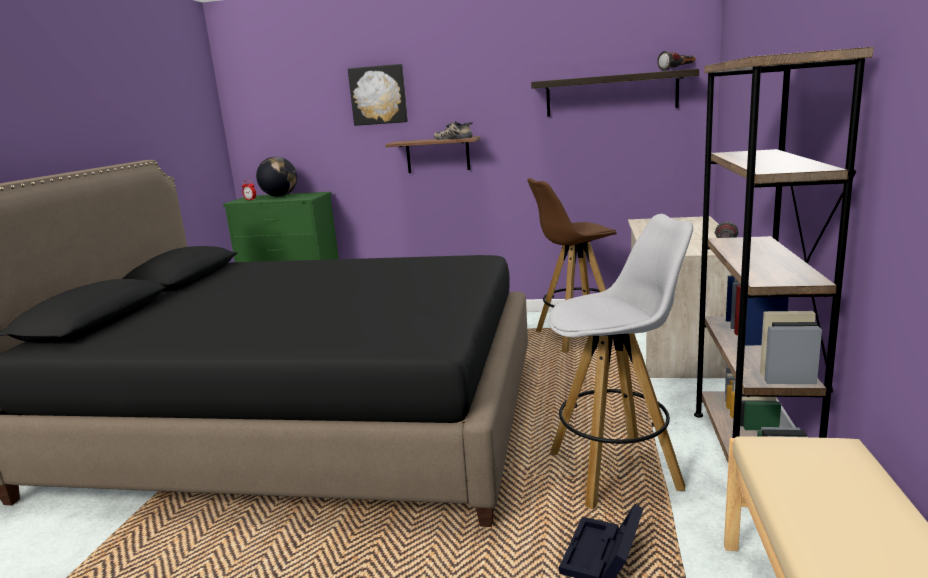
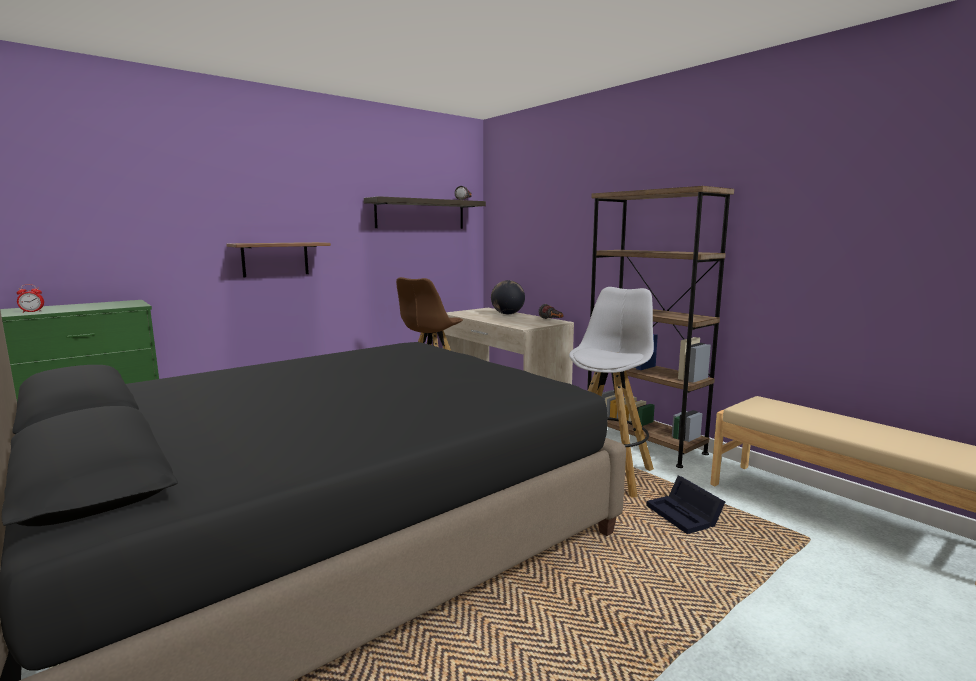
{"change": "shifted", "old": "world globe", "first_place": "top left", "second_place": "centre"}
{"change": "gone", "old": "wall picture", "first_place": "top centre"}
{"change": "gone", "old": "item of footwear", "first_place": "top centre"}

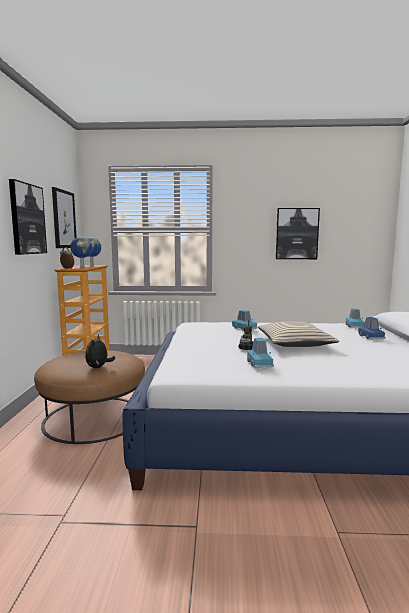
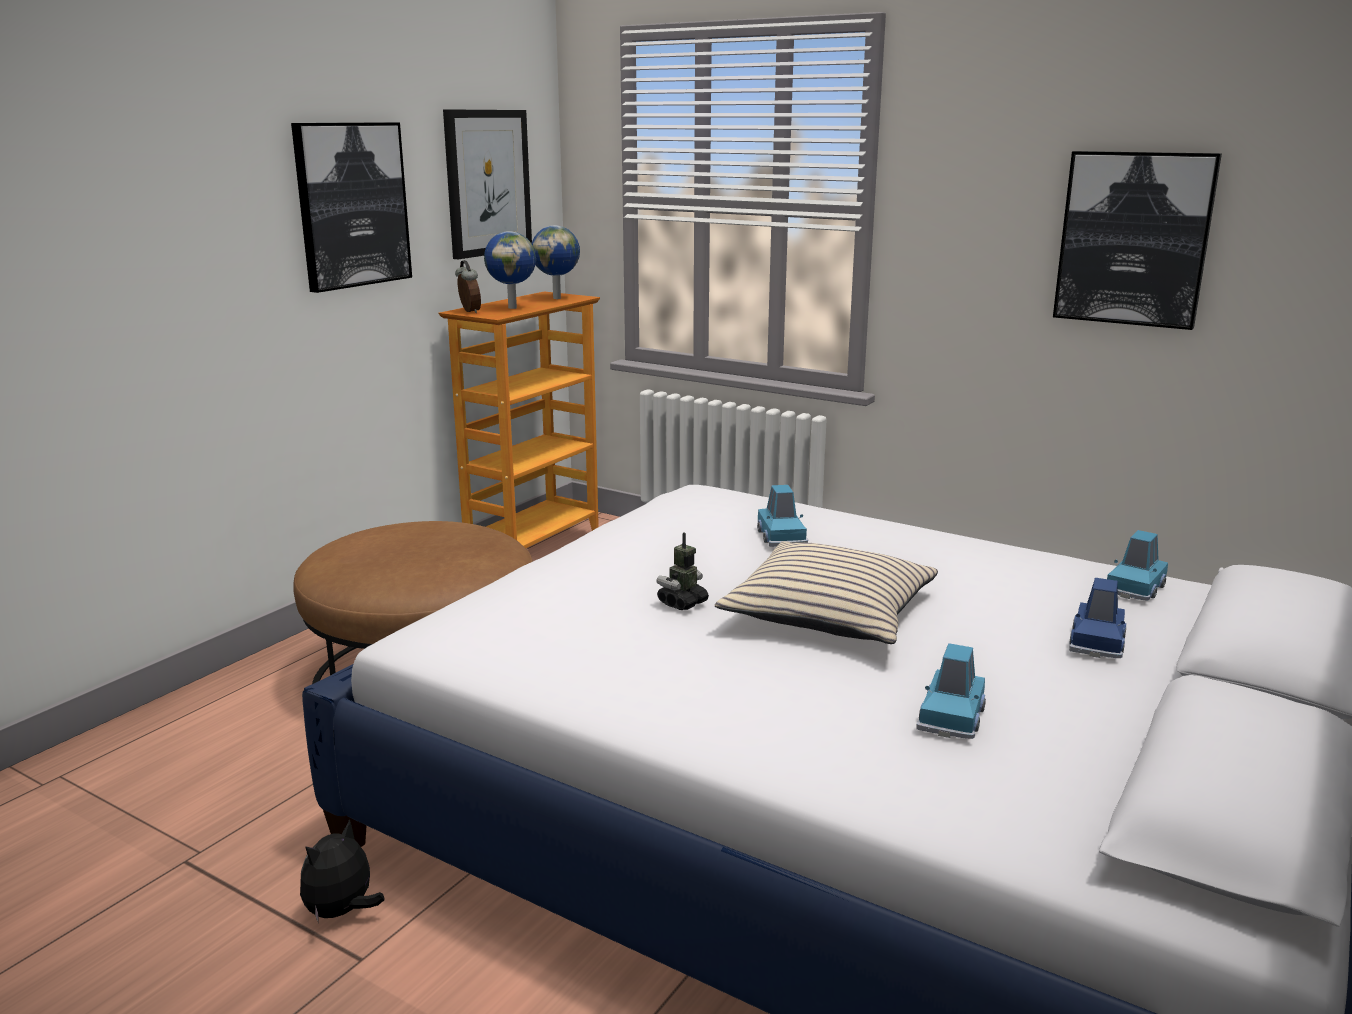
{"change": "shifted", "old": "plush toy", "first_place": "middle left", "second_place": "bottom left"}
{"change": "shifted", "old": "miniature car/blue-coloured (no. 2 from left)", "first_place": "centre", "second_place": "bottom right"}

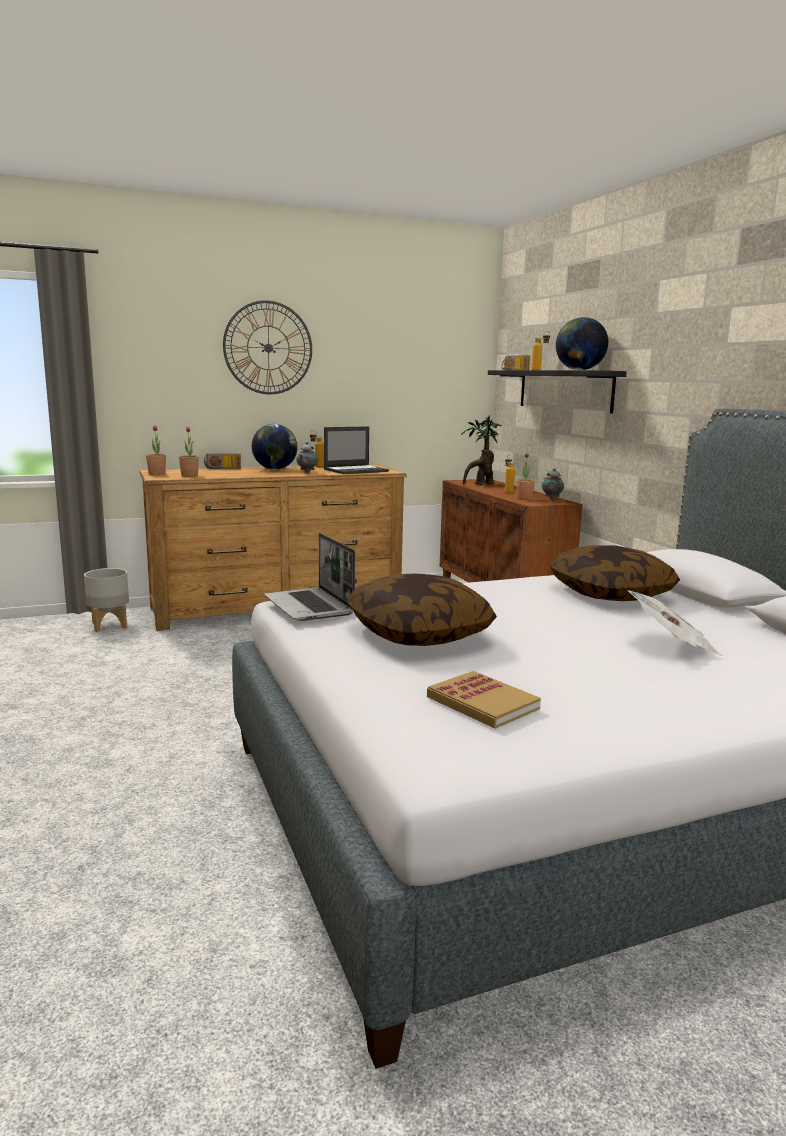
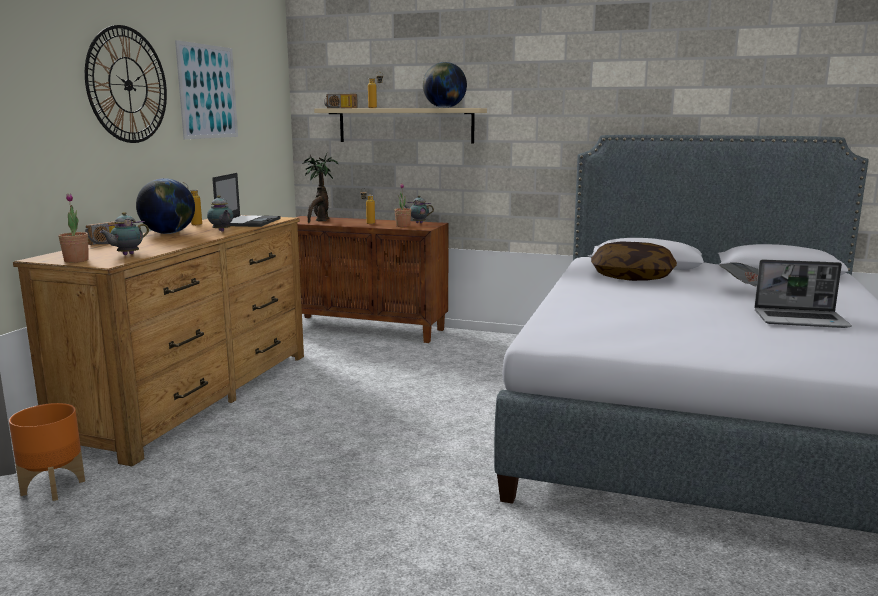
{"change": "repainted", "old": "plant pot/grey", "new": "plant pot/orange", "first_place": "middle left", "second_place": "bottom left"}
{"change": "swapped", "old": "plant in a pot (no. 2 from left)", "new": "pot for tea (no. 1 from left)", "first_place": "middle left", "second_place": "middle left"}
{"change": "shifted", "old": "portable computer (no. 1 from left in the first image)", "new": "portable computer (no. 2 from left)", "first_place": "centre", "second_place": "middle right"}
{"change": "gone", "old": "pillow (no. 1 from left)", "first_place": "centre"}
{"change": "gone", "old": "volume", "first_place": "centre"}
{"change": "repainted", "old": "bracket shelf/blackish", "new": "bracket shelf/beige-coloured", "first_place": "middle right", "second_place": "top centre"}
{"change": "new", "new": "wall picture", "second_place": "top left"}

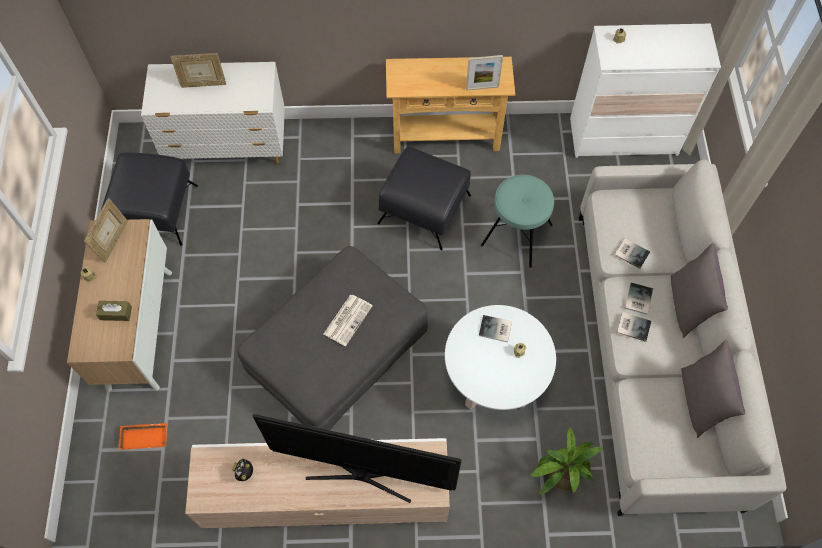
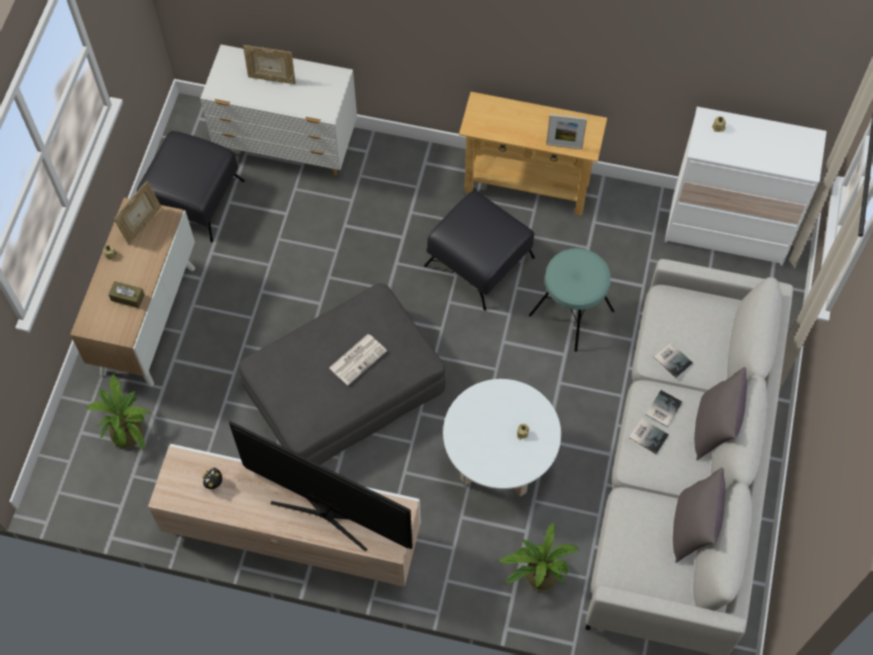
{"change": "swapped", "old": "carrying tray/orange", "new": "plant in a pot (no. 1 from left)", "first_place": "bottom left", "second_place": "middle left"}
{"change": "gone", "old": "volume (no. 1 from left)", "first_place": "centre"}

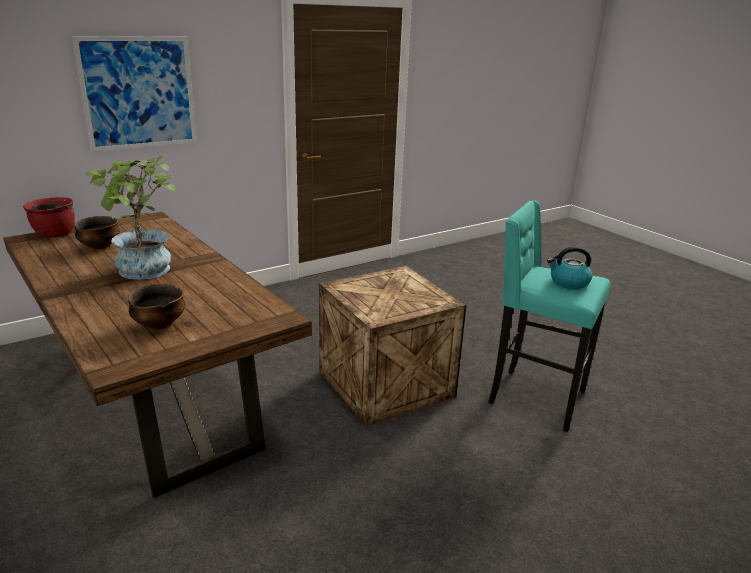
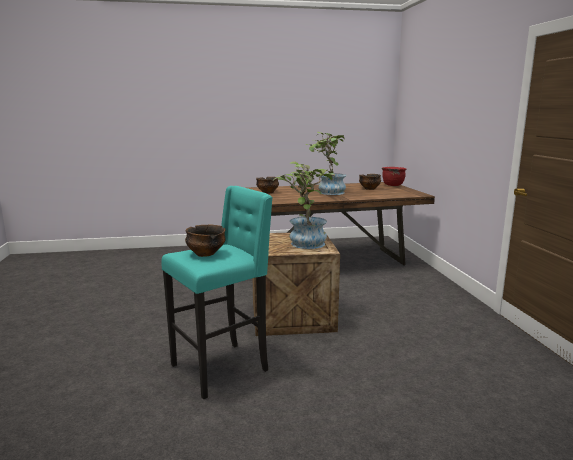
{"change": "gone", "old": "wall picture", "first_place": "top left"}
{"change": "swapped", "old": "tea kettle", "new": "serving bowl (no. 1 from left)", "first_place": "middle right", "second_place": "centre"}
{"change": "new", "new": "plant in a pot (no. 1 from left)", "second_place": "centre"}

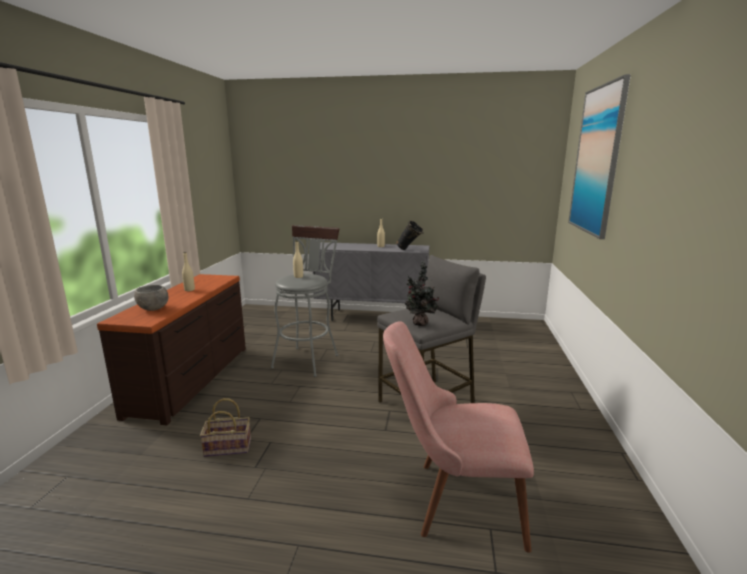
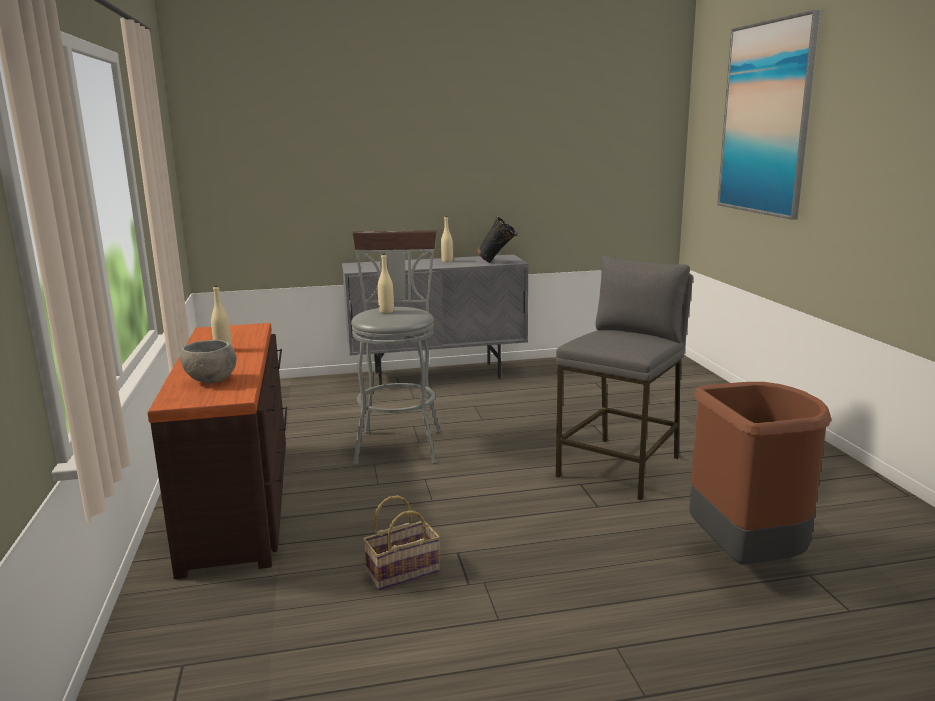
{"change": "swapped", "old": "plain chair/pink-coloured", "new": "trash can/brown-coloured", "first_place": "bottom centre", "second_place": "bottom right"}
{"change": "gone", "old": "plant in a pot", "first_place": "centre"}

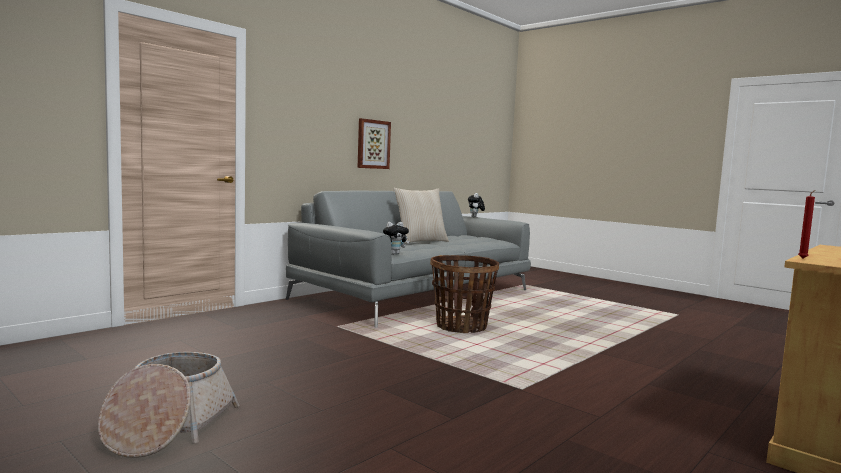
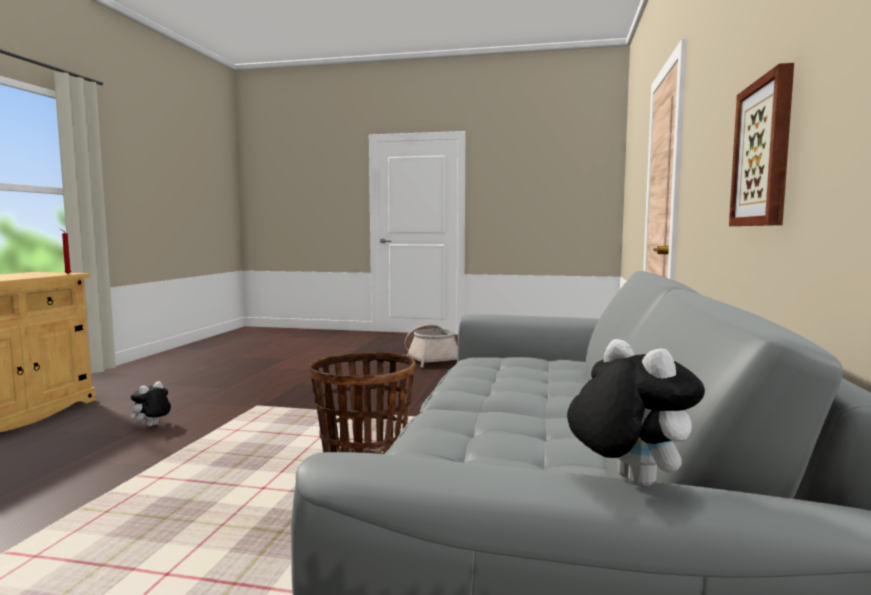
{"change": "shifted", "old": "plush toy (no. 1 from left)", "first_place": "centre", "second_place": "bottom left"}
{"change": "gone", "old": "pillow/beige-coloured", "first_place": "centre"}

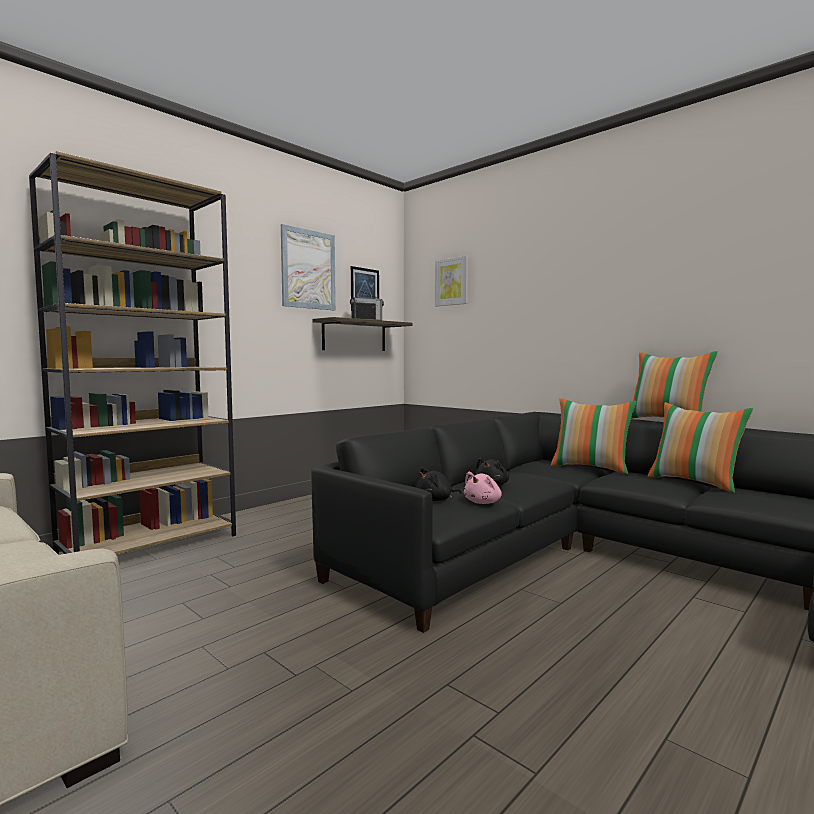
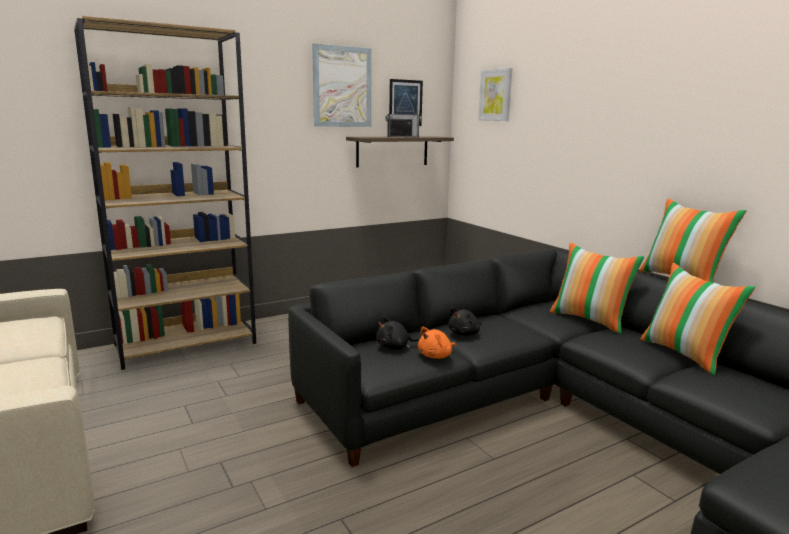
{"change": "repainted", "old": "plush toy/pink-coloured", "new": "plush toy/orange", "first_place": "centre", "second_place": "centre"}

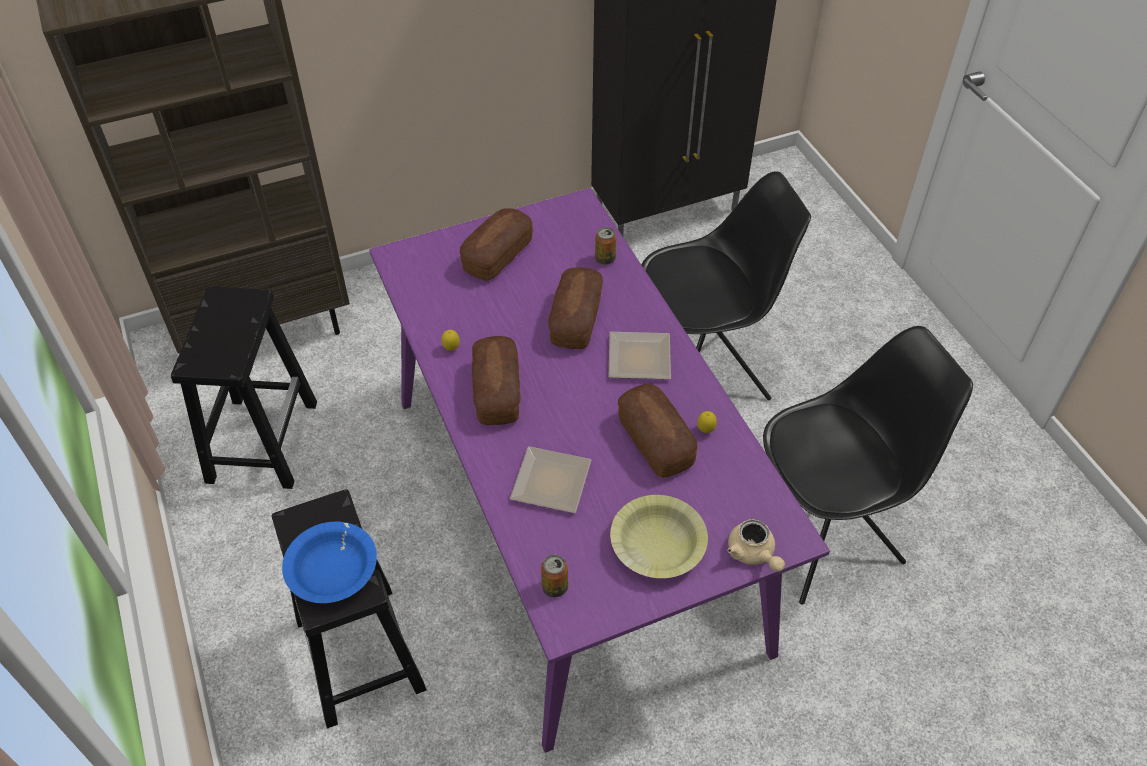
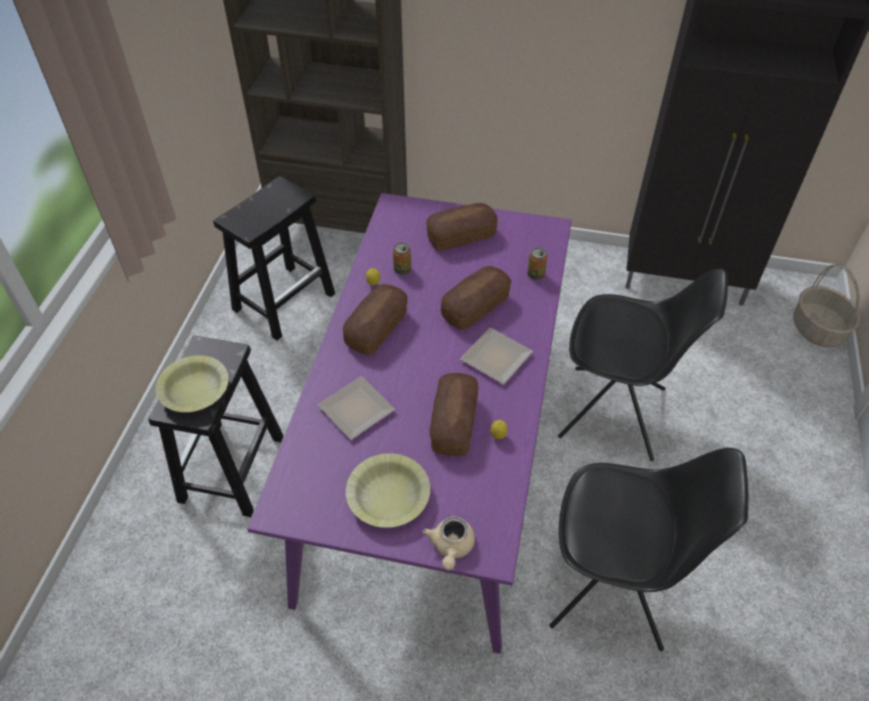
{"change": "repainted", "old": "serving bowl/blue-coloured", "new": "serving bowl/yellowish (no. 1 from left)", "first_place": "bottom left", "second_place": "middle left"}
{"change": "shifted", "old": "metal can (no. 1 from left)", "first_place": "bottom centre", "second_place": "centre"}
{"change": "new", "new": "household basket", "second_place": "middle right"}

